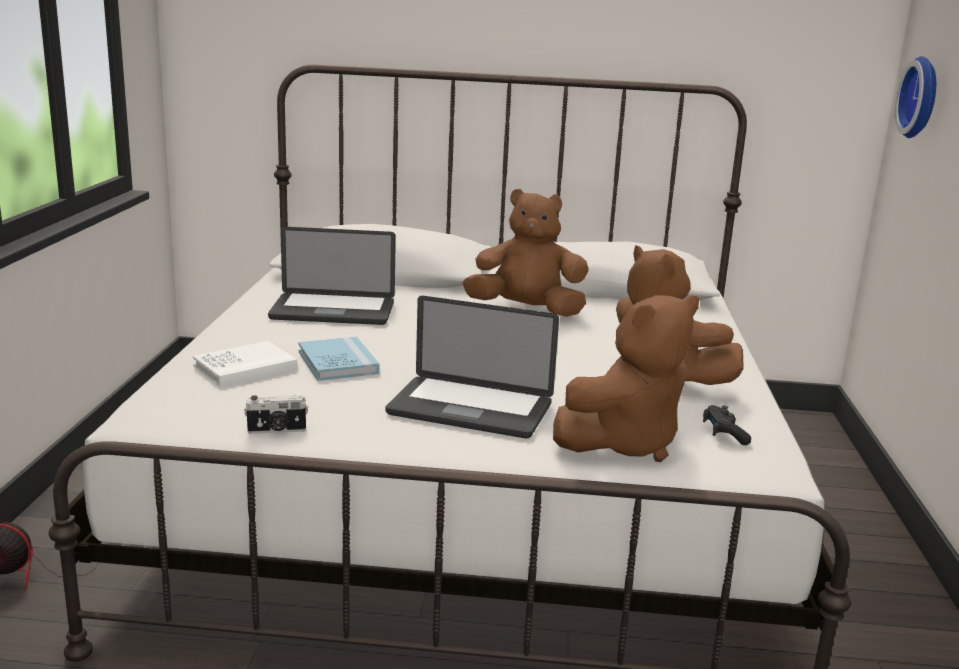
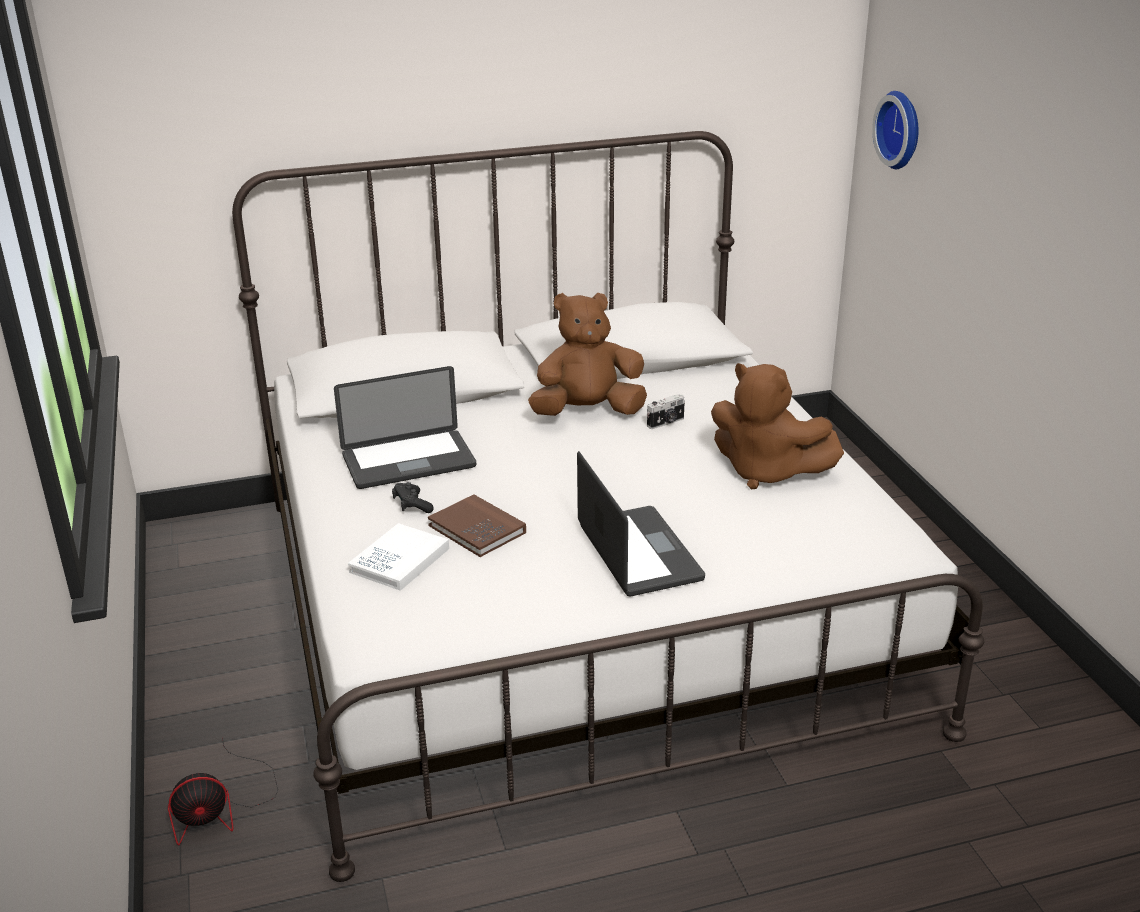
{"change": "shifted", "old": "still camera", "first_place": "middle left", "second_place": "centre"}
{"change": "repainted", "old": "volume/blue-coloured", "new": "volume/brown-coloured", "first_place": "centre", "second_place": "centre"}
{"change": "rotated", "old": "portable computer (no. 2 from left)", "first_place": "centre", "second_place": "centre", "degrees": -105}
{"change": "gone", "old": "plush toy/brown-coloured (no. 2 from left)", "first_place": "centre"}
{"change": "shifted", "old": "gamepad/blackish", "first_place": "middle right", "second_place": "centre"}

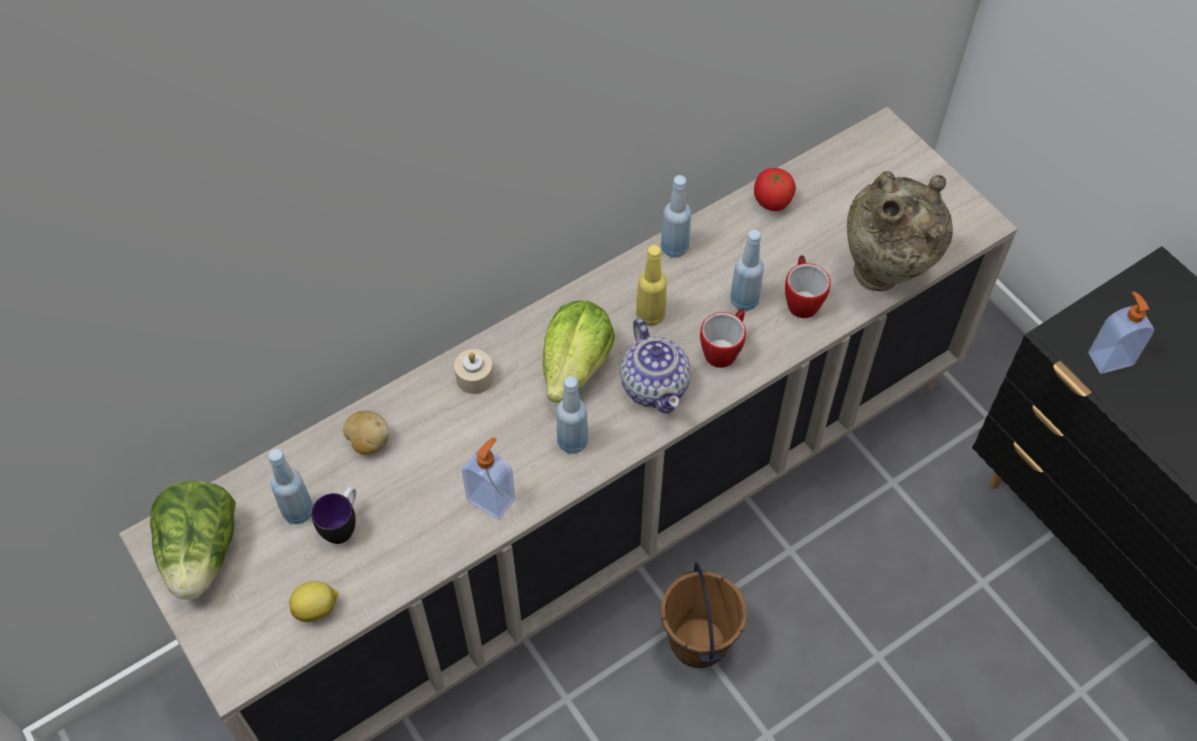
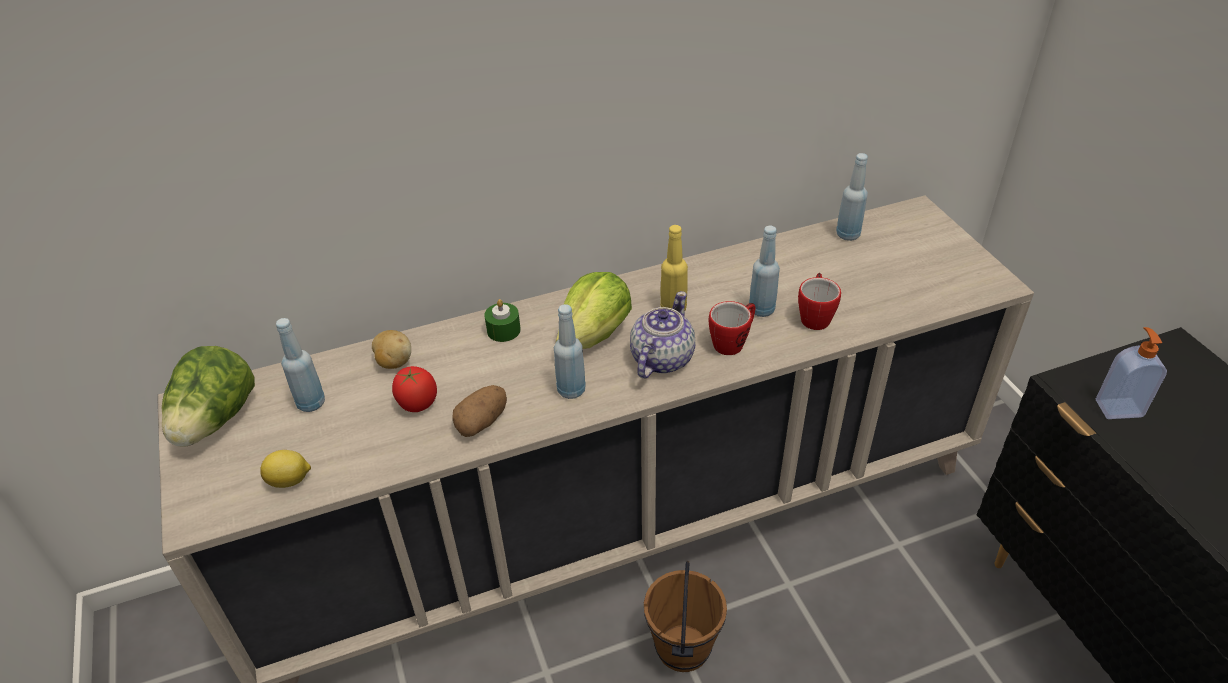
{"change": "gone", "old": "coffee mug (no. 1 from left)", "first_place": "bottom left"}
{"change": "repainted", "old": "candle/beige-coloured", "new": "candle/green", "first_place": "centre", "second_place": "centre"}
{"change": "swapped", "old": "liquid soap bottle (no. 1 from left)", "new": "spud (no. 2 from left)", "first_place": "centre", "second_place": "centre"}
{"change": "rotated", "old": "pot for tea", "first_place": "centre", "second_place": "centre", "degrees": -150}
{"change": "shifted", "old": "beverage bottle/blue-coloured (no. 3 from left in the first image)", "new": "beverage bottle/blue-coloured (no. 4 from left)", "first_place": "top centre", "second_place": "top right"}
{"change": "shifted", "old": "whole tomato", "first_place": "top centre", "second_place": "centre"}
{"change": "gone", "old": "flower vase/beige-coloured", "first_place": "top right"}

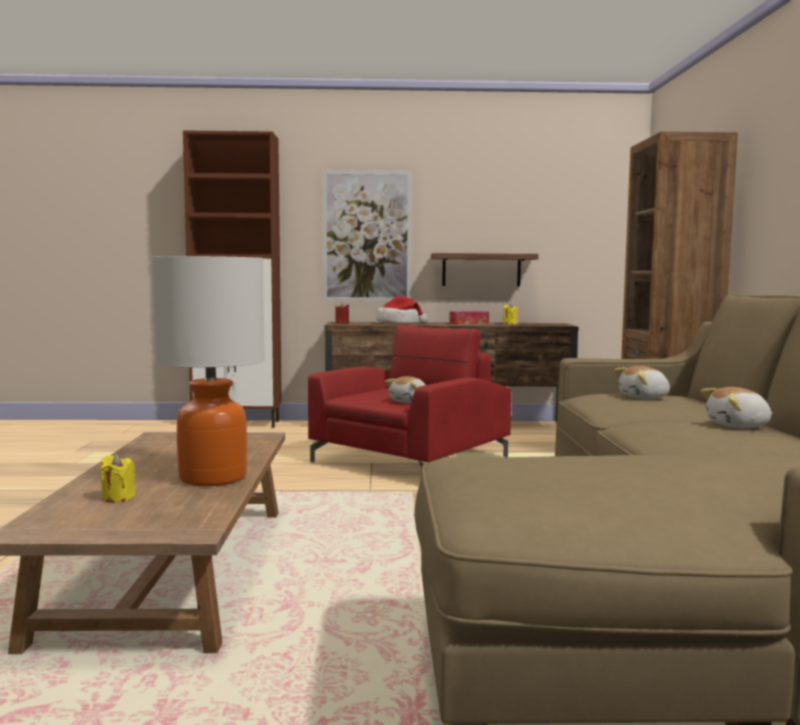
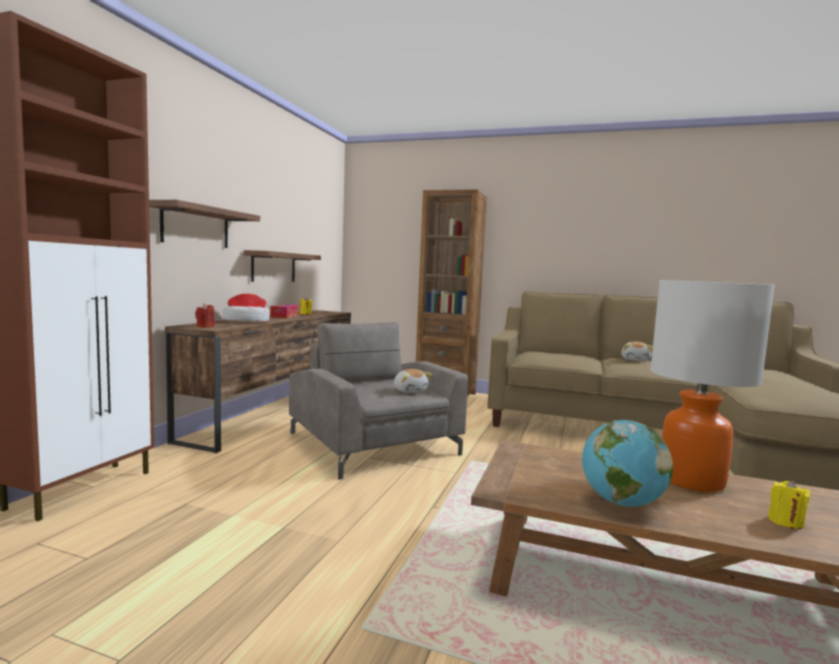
{"change": "repainted", "old": "lounge chair/red-coloured", "new": "lounge chair/grey", "first_place": "centre", "second_place": "centre"}
{"change": "swapped", "old": "wall picture", "new": "bracket shelf (no. 1 from left)", "first_place": "top centre", "second_place": "middle left"}
{"change": "gone", "old": "plush toy (no. 2 from left)", "first_place": "middle right"}
{"change": "new", "new": "world globe", "second_place": "bottom right"}

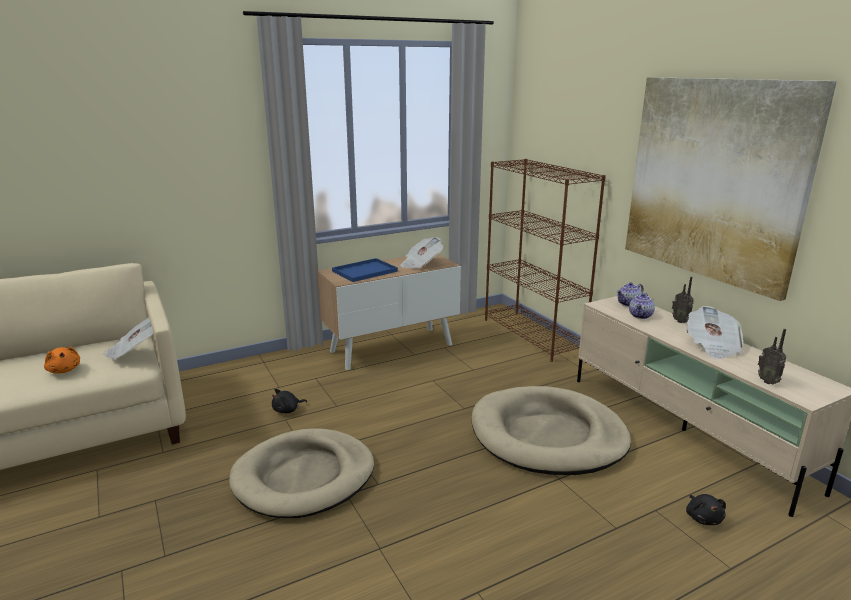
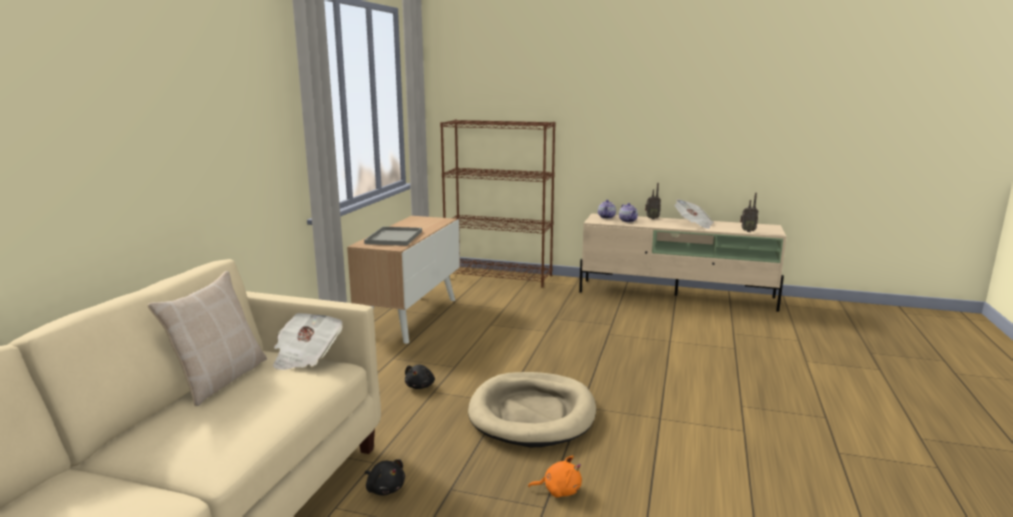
{"change": "shifted", "old": "plush toy/orange", "first_place": "middle left", "second_place": "bottom centre"}
{"change": "repainted", "old": "carrying tray/blue-coloured", "new": "carrying tray/grey", "first_place": "centre", "second_place": "centre"}
{"change": "gone", "old": "newspaper (no. 2 from left)", "first_place": "centre"}
{"change": "gone", "old": "dog bed/beige-coloured (no. 2 from left)", "first_place": "bottom centre"}
{"change": "gone", "old": "wall picture", "first_place": "top right"}
{"change": "shifted", "old": "plush toy/blackish (no. 2 from left in the first image)", "new": "plush toy/blackish (no. 1 from left)", "first_place": "bottom right", "second_place": "bottom centre"}
{"change": "new", "new": "pillow/beige-coloured", "second_place": "middle left"}

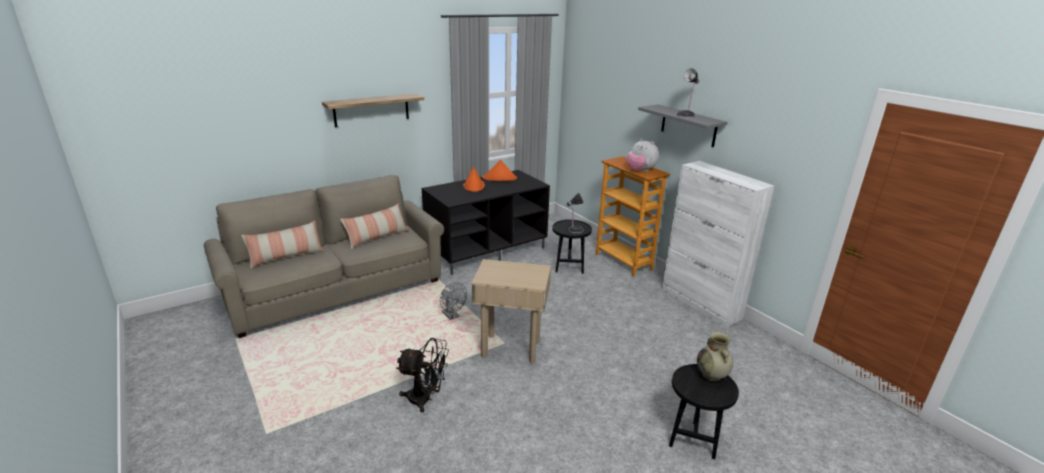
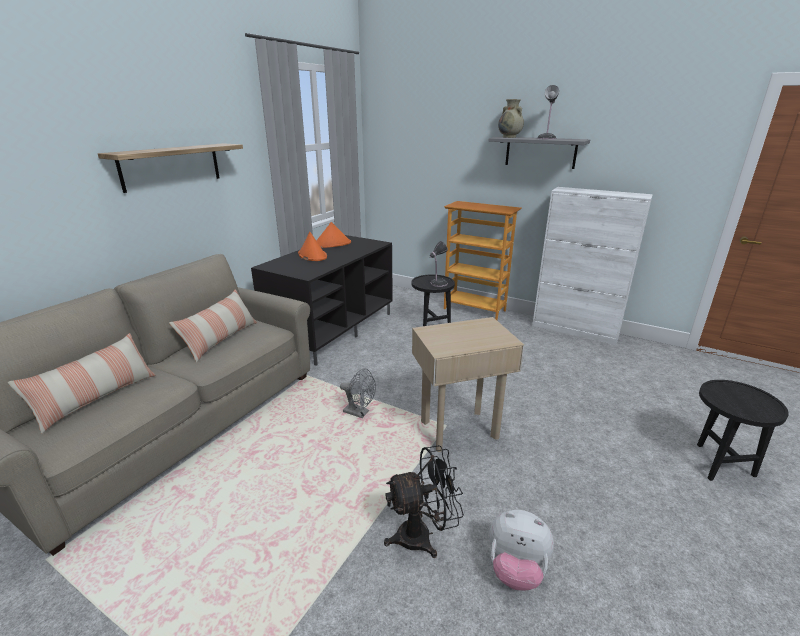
{"change": "shifted", "old": "plush toy", "first_place": "top centre", "second_place": "bottom centre"}
{"change": "shifted", "old": "flower vase/beige-coloured", "first_place": "bottom right", "second_place": "top centre"}

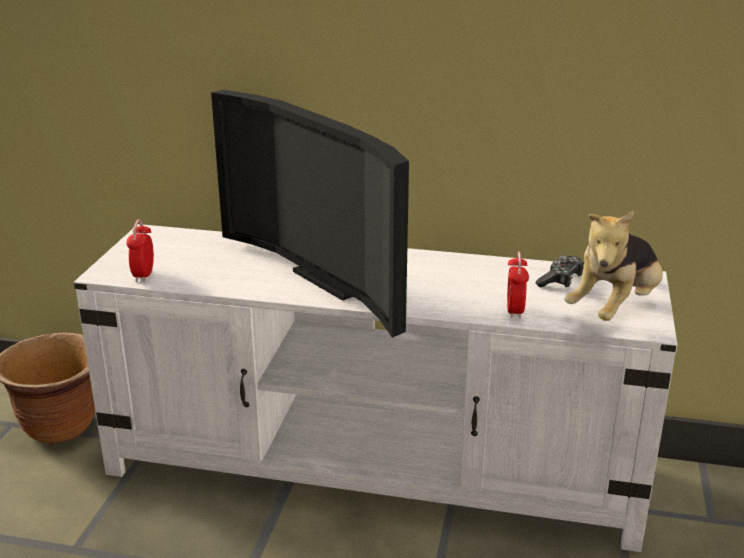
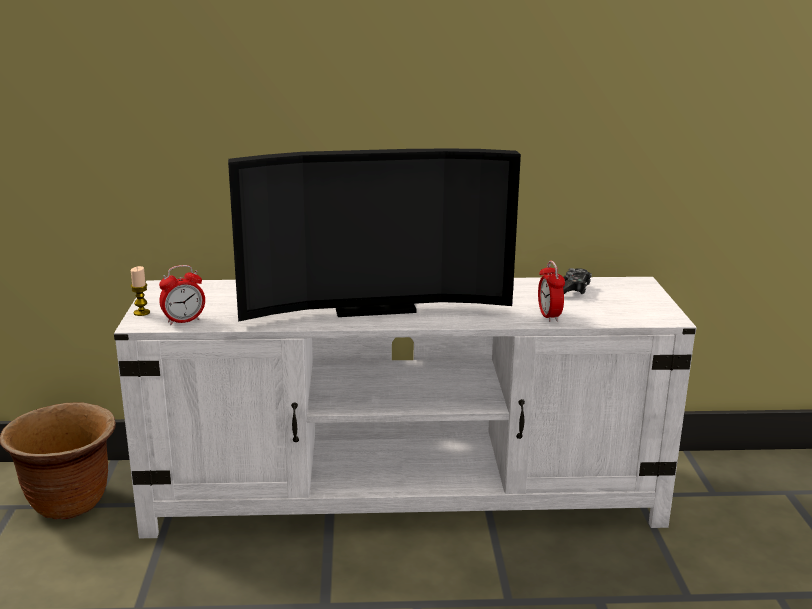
{"change": "rotated", "old": "table clock (no. 1 from left)", "first_place": "middle left", "second_place": "middle left", "degrees": -105}
{"change": "rotated", "old": "TV", "first_place": "centre", "second_place": "centre", "degrees": -45}
{"change": "gone", "old": "plush toy", "first_place": "middle right"}
{"change": "new", "new": "candle", "second_place": "middle left"}

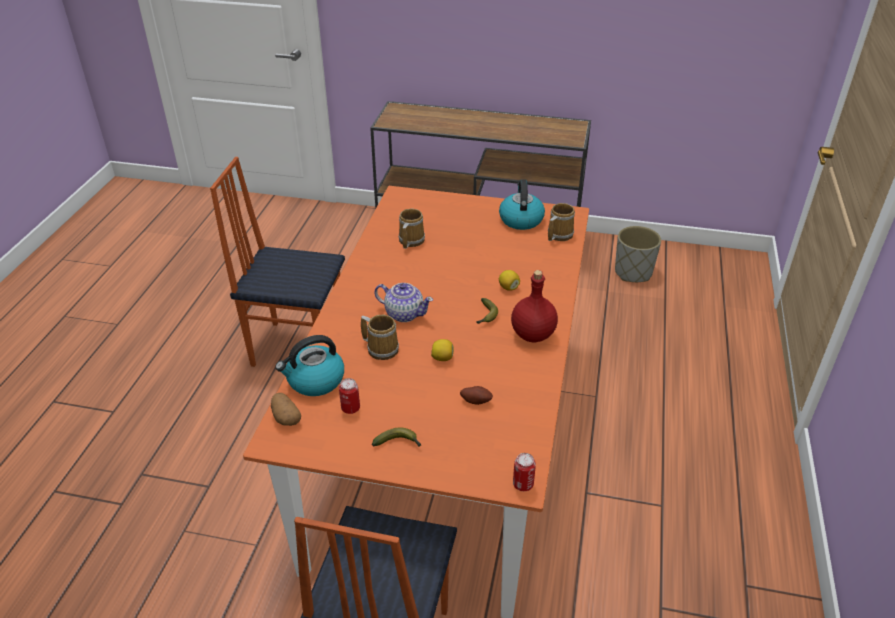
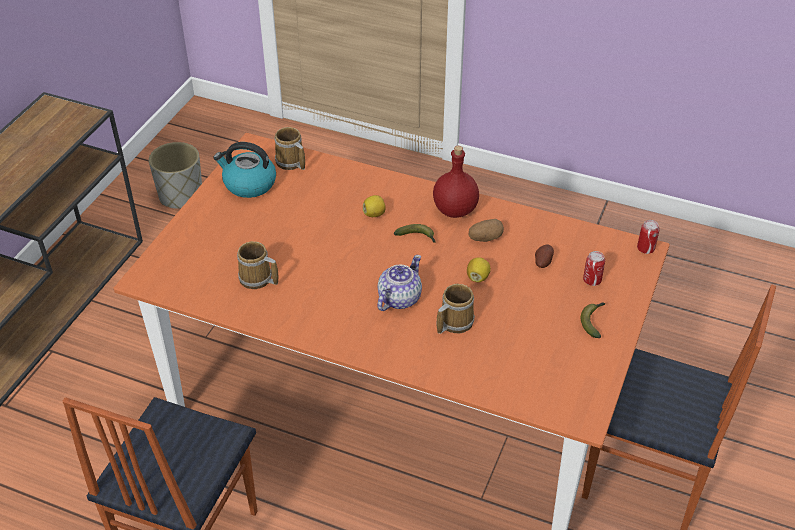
{"change": "shifted", "old": "spud (no. 1 from left)", "first_place": "middle left", "second_place": "centre"}
{"change": "gone", "old": "tea kettle (no. 1 from left)", "first_place": "centre"}
{"change": "shifted", "old": "metal can (no. 1 from left)", "first_place": "centre", "second_place": "middle right"}

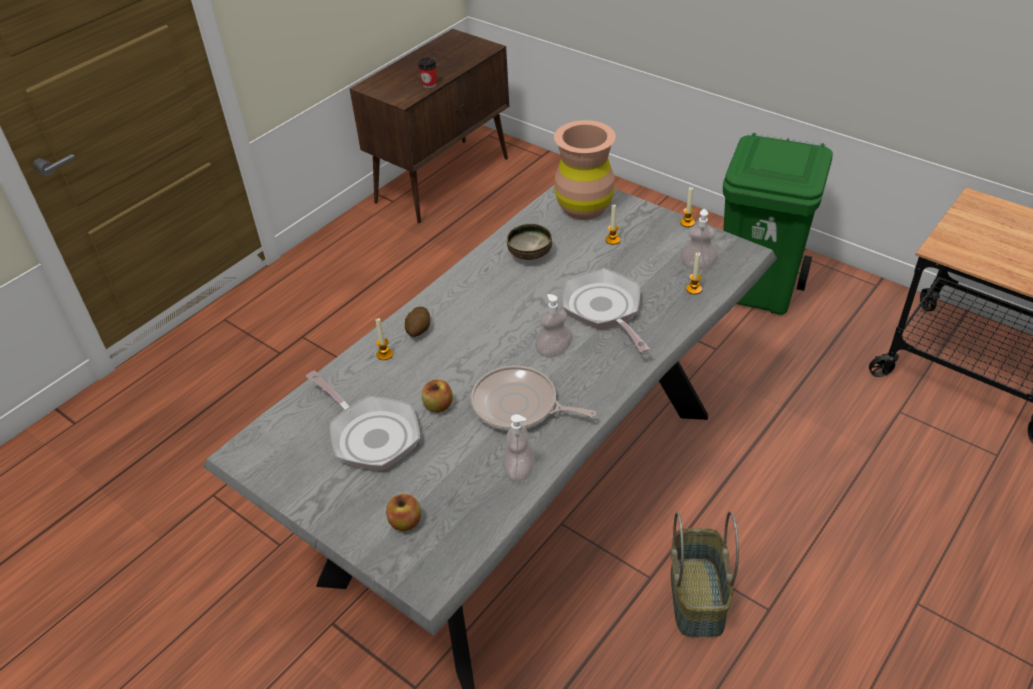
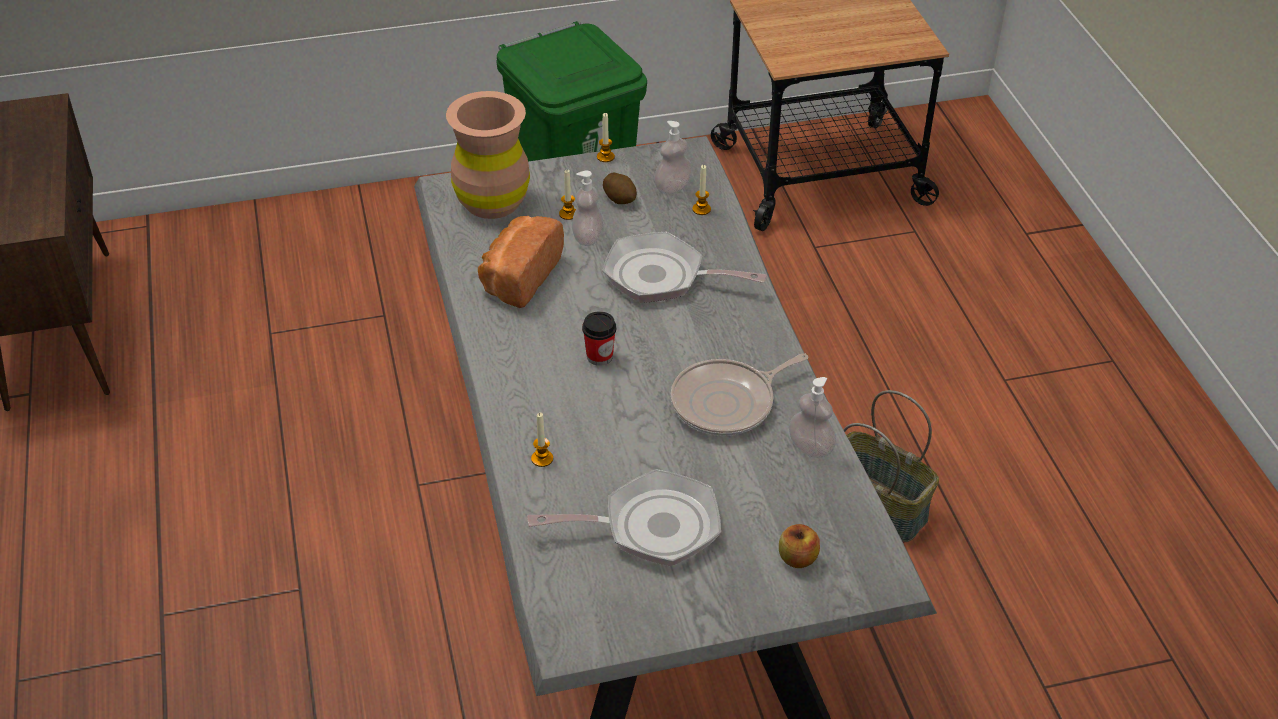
{"change": "shifted", "old": "spud", "first_place": "centre", "second_place": "top centre"}
{"change": "shifted", "old": "small cup", "first_place": "top centre", "second_place": "centre"}
{"change": "gone", "old": "apple fruit (no. 2 from left)", "first_place": "centre"}
{"change": "swapped", "old": "serving bowl", "new": "baked bread", "first_place": "centre", "second_place": "centre"}
{"change": "shifted", "old": "liquid soap bottle (no. 2 from left in the first image)", "new": "liquid soap bottle (no. 1 from left)", "first_place": "centre", "second_place": "top centre"}

